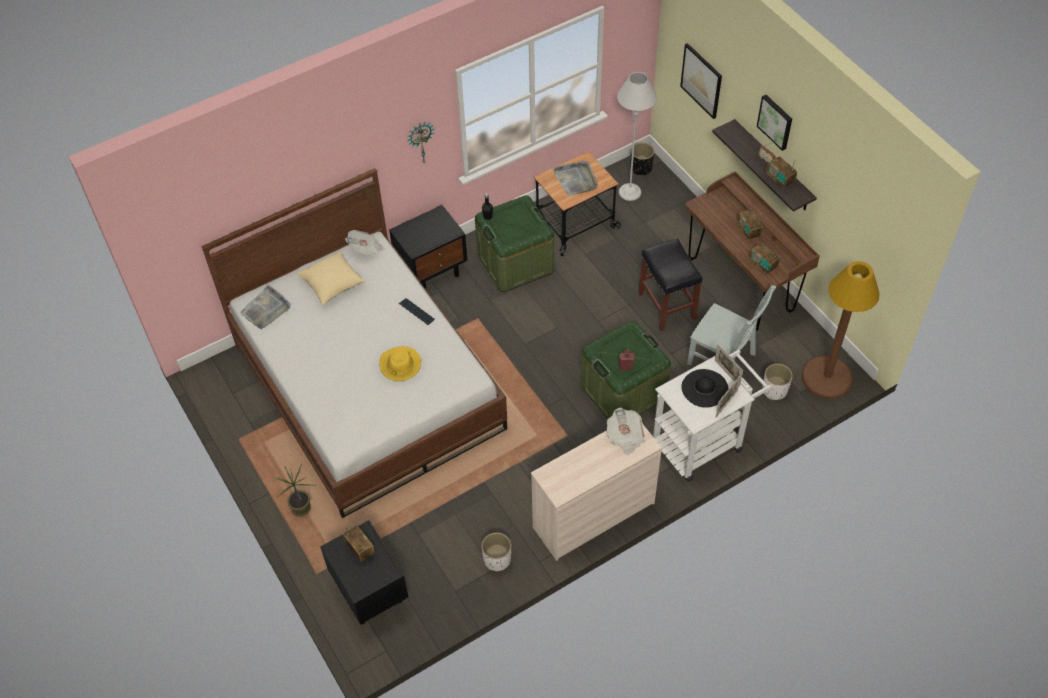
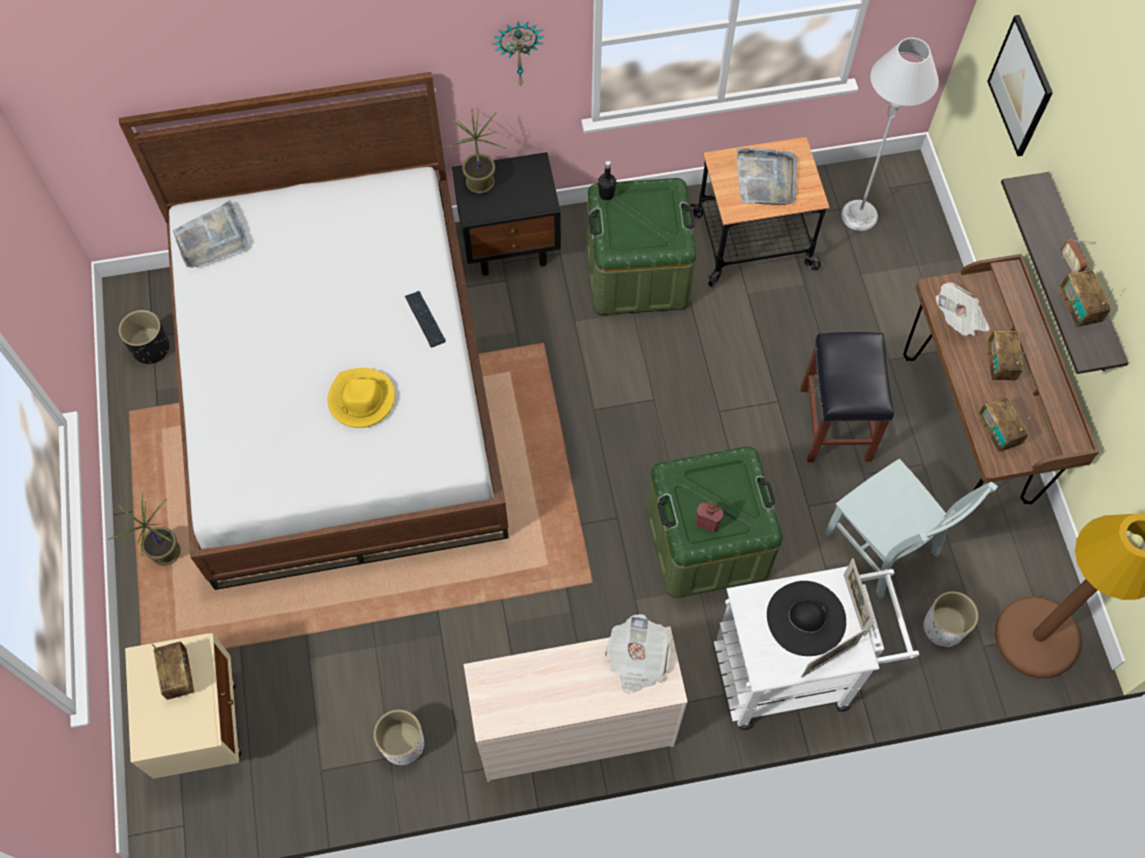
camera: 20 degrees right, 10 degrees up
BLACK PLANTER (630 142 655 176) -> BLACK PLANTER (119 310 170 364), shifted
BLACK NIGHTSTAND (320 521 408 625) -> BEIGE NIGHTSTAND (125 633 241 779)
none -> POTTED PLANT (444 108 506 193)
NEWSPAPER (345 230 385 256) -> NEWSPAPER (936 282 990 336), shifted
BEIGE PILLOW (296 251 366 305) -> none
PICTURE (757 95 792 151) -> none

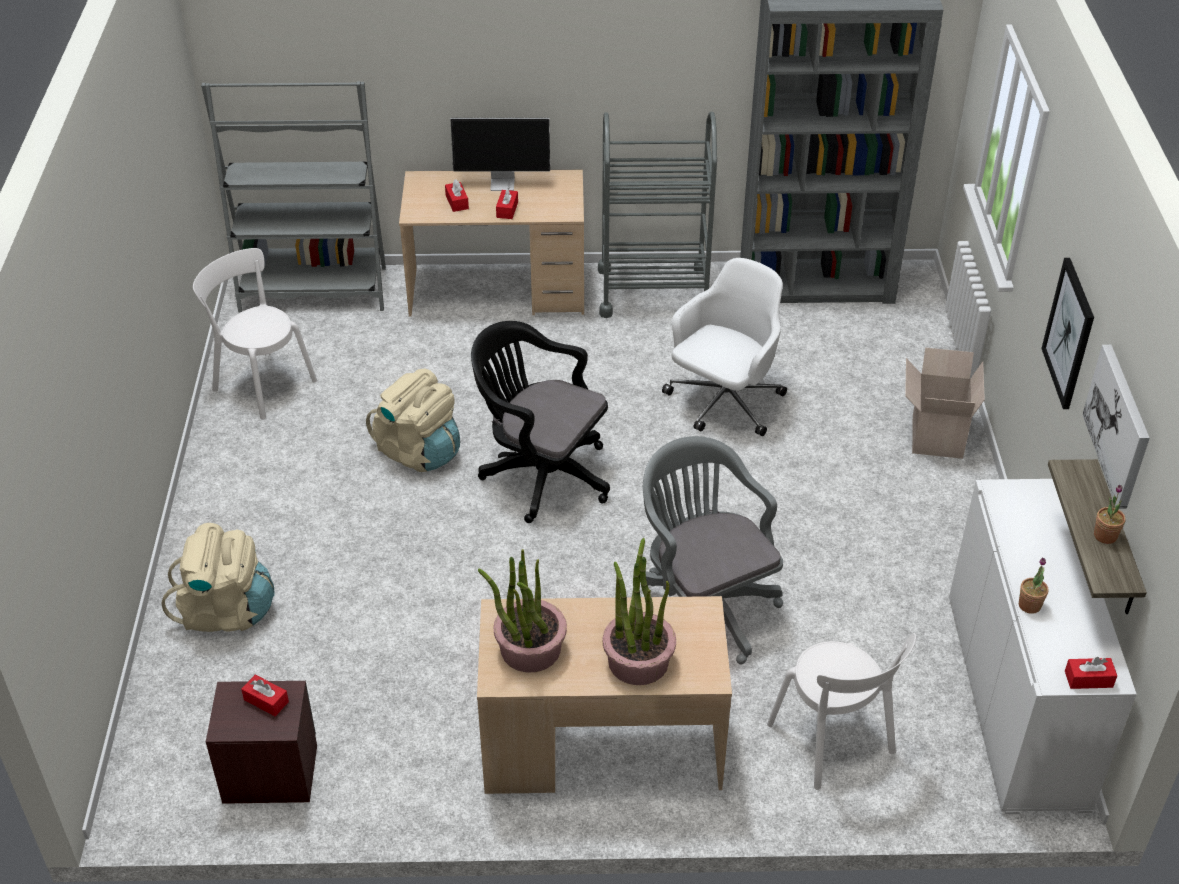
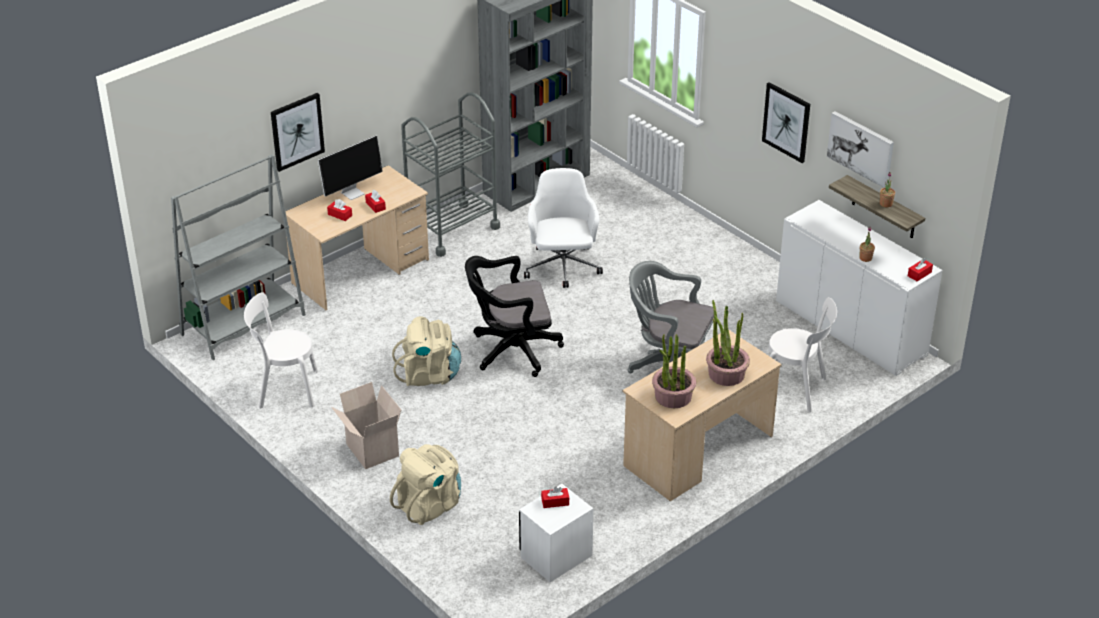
camera: 40 degrees left, 5 degrees down
none -> PICTURE (271 93 325 172)
CARDBOARD BOX (905 348 985 459) -> CARDBOARD BOX (331 382 401 469), shifted
BROWN NIGHTSTAND (206 681 317 804) -> WHITE NIGHTSTAND (519 484 593 582)

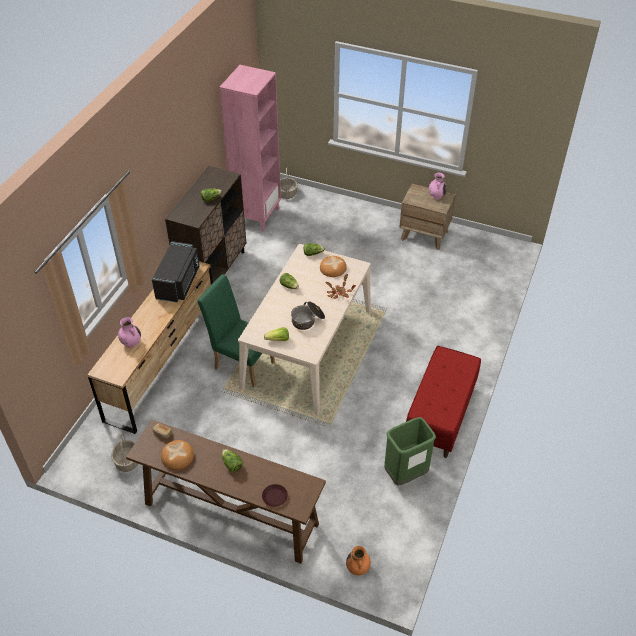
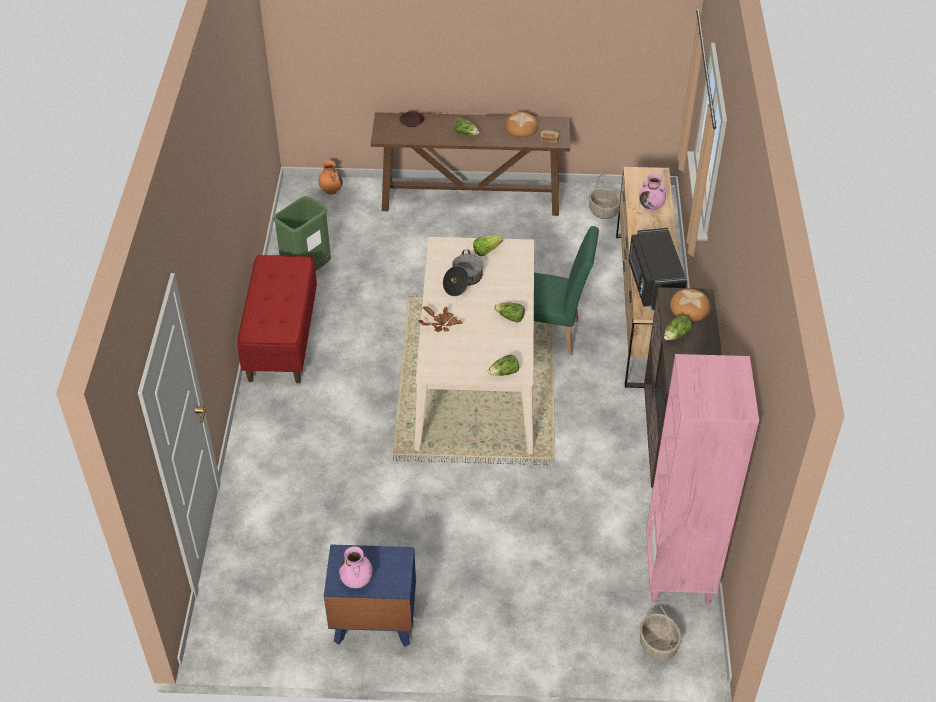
camera: 160 degrees right, 0 degrees up
BROWN NIGHTSTAND (399 184 456 250) -> BLUE NIGHTSTAND (324 544 416 647)
BREAD (320 256 347 277) -> BREAD (670 289 711 322), shifted

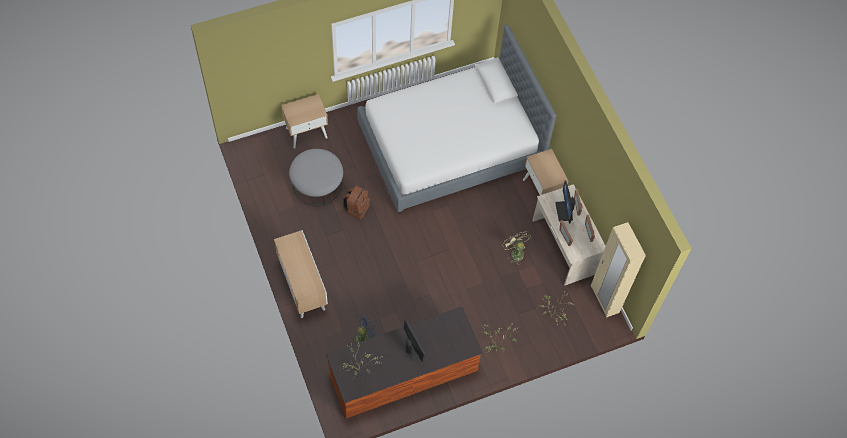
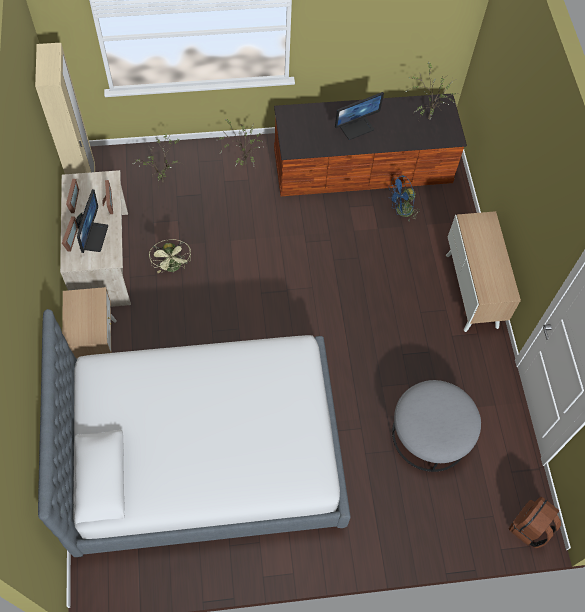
camera: 165 degrees left, 0 degrees up
MONITOR (403 320 426 362) -> MONITOR (335 92 384 140), 105 degrees counterclockwise
BROWN BACKPACK (343 186 370 219) -> BROWN BACKPACK (509 497 561 548), shifted
BEIGE NIGHTSTAND (281 94 328 149) -> none

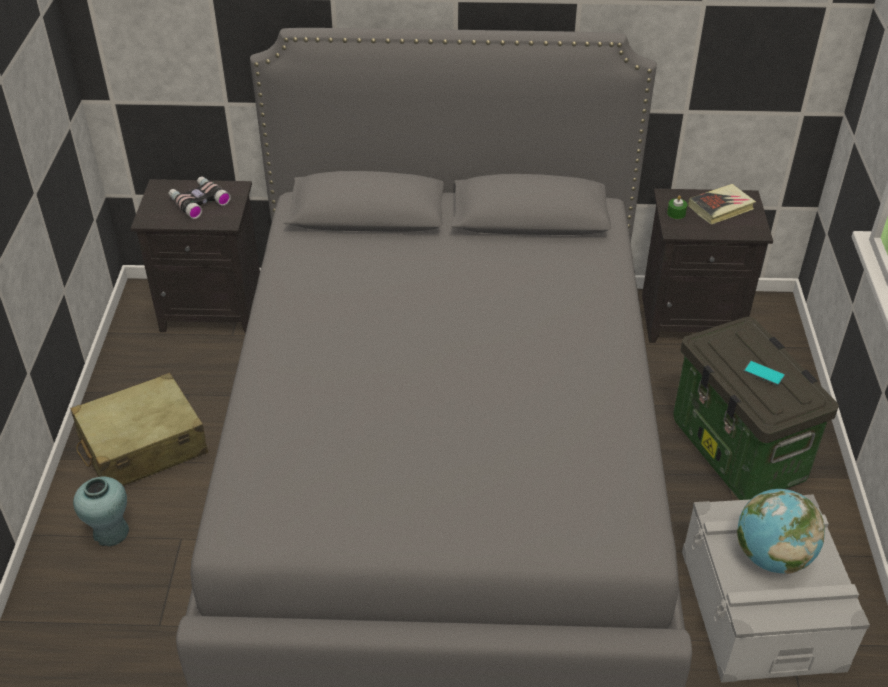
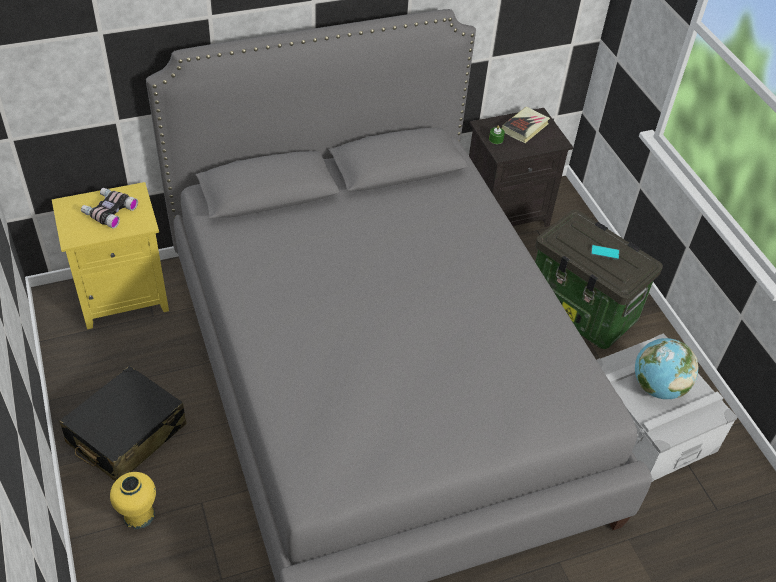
camera: 25 degrees left, 5 degrees up
BLACK NIGHTSTAND (130 179 260 333) -> YELLOW NIGHTSTAND (52 182 169 329)
BEIGE SUITCASE (70 373 208 486) -> BLACK SUITCASE (59 365 187 481)
TURQUOISE VASE (73 477 129 547) -> YELLOW VASE (110 472 156 529)

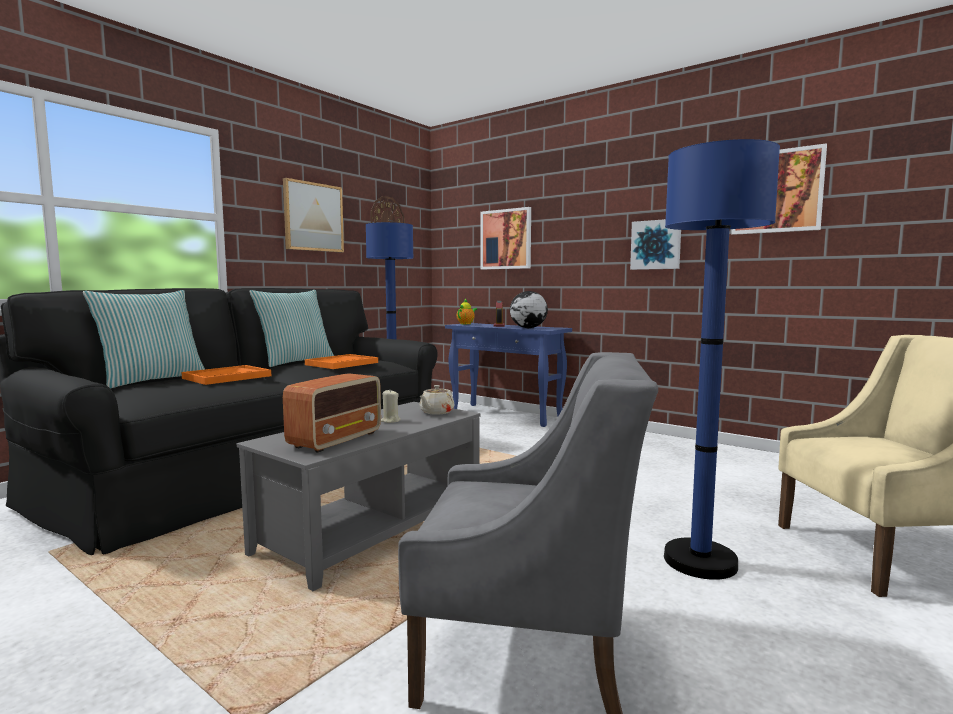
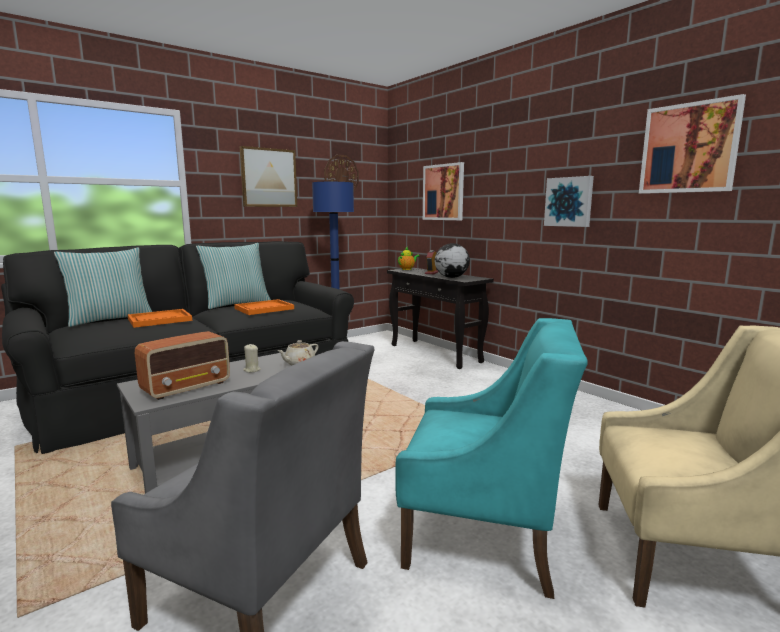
camera: 15 degrees right, 5 degrees up
BLUE CONSOLE TABLE (445 323 572 427) -> BLACK CONSOLE TABLE (387 268 494 369)
BLUE FLOOR LAMP (664 139 780 580) -> TURQUOISE ARMCHAIR (395 318 588 599)

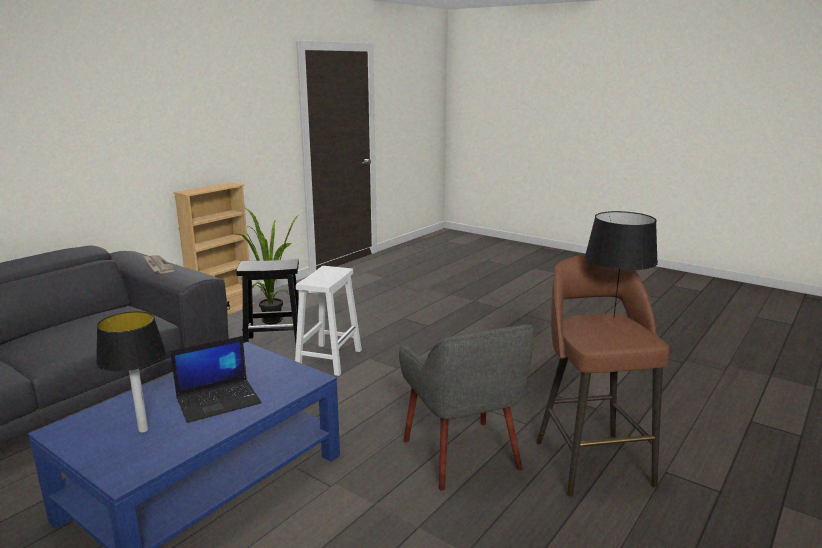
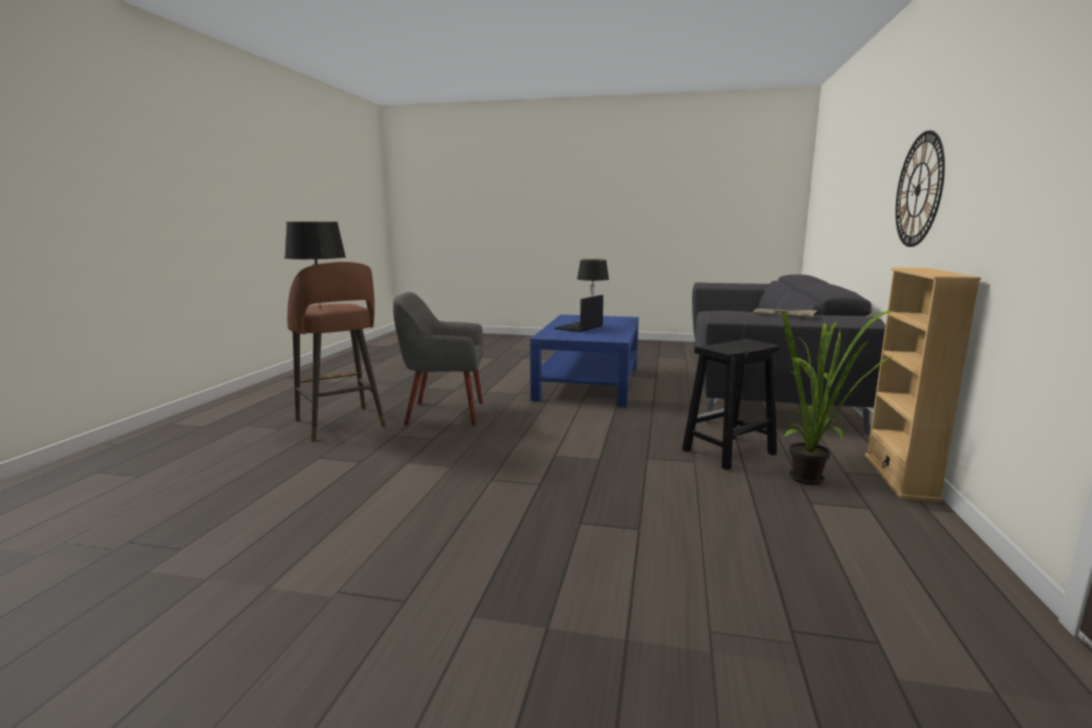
camera: 155 degrees right, 5 degrees down
GREY ARMCHAIR (399 324 534 490) -> GREY ARMCHAIR (393 292 483 426), 45 degrees counterclockwise
none -> WALL CLOCK (895 131 945 247)
WHITE STOOL (295 266 362 376) -> none

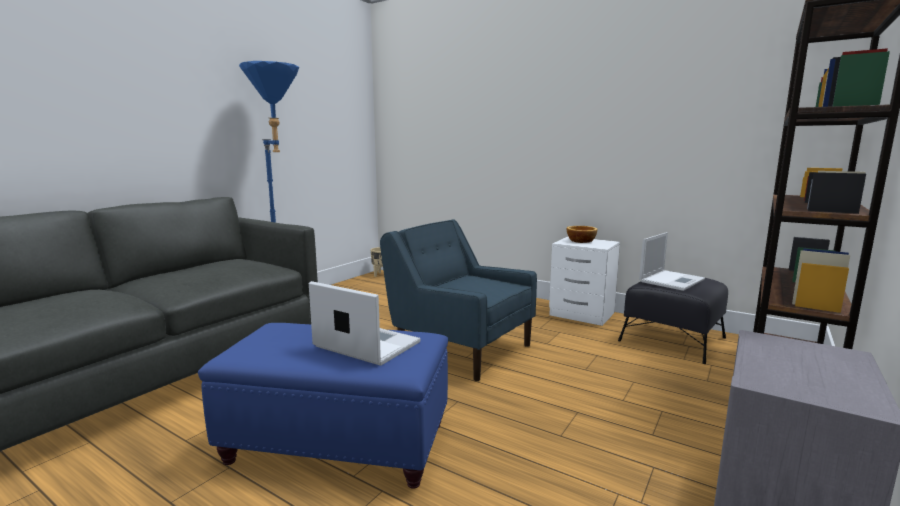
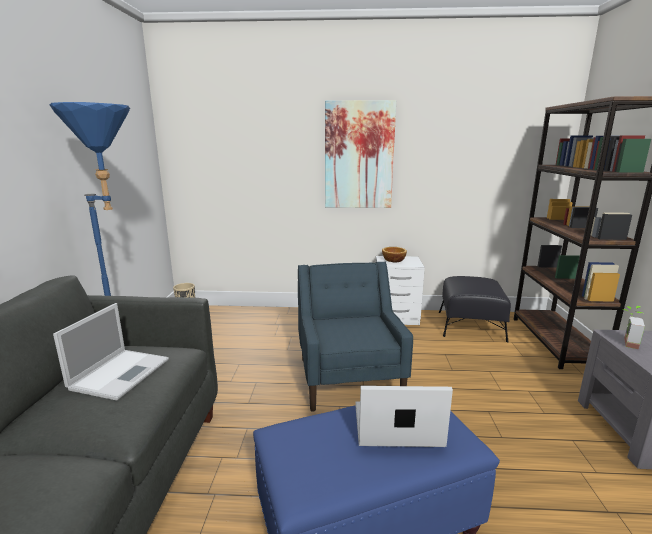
camera: 30 degrees left, 5 degrees up
LAPTOP (639 232 705 291) -> LAPTOP (53 303 169 401), shifted
BLUE ARMCHAIR (380 219 537 381) -> BLUE ARMCHAIR (298 262 413 412), 75 degrees clockwise
none -> PICTURE (325 100 396 208)
none -> POTTED PLANT (622 306 645 349)

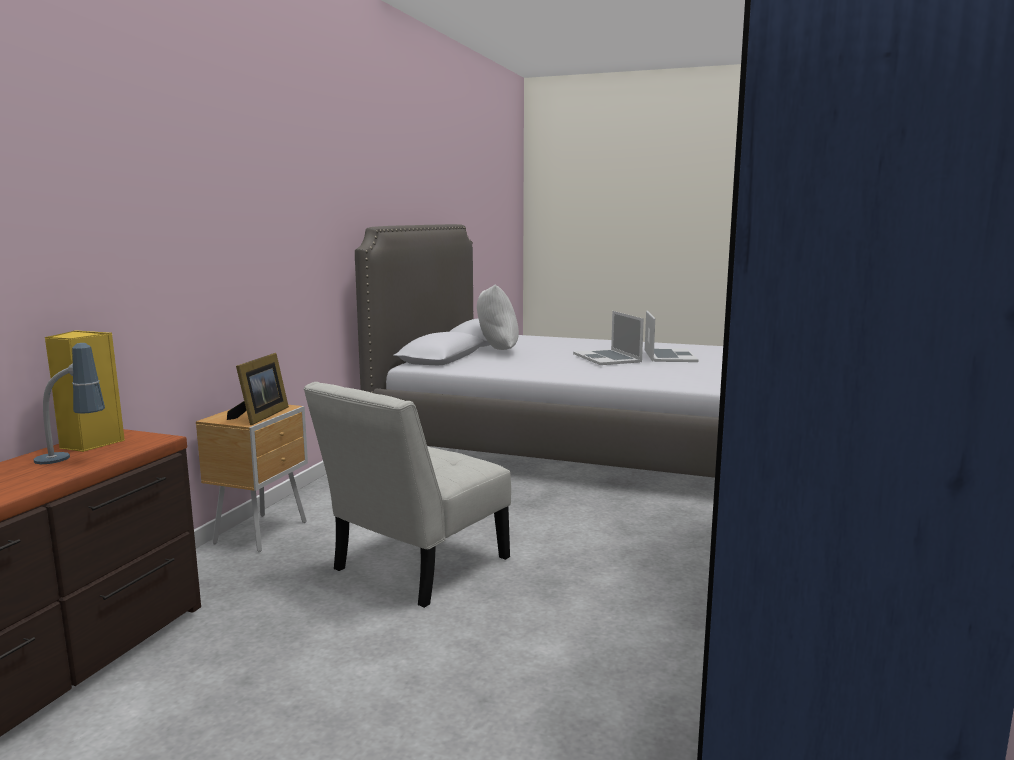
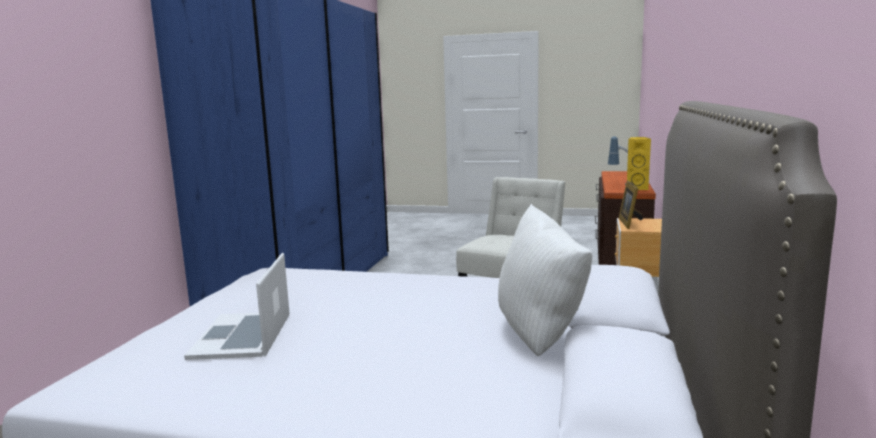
camera: 175 degrees right, 0 degrees up
LAPTOP (573 311 644 365) -> none

